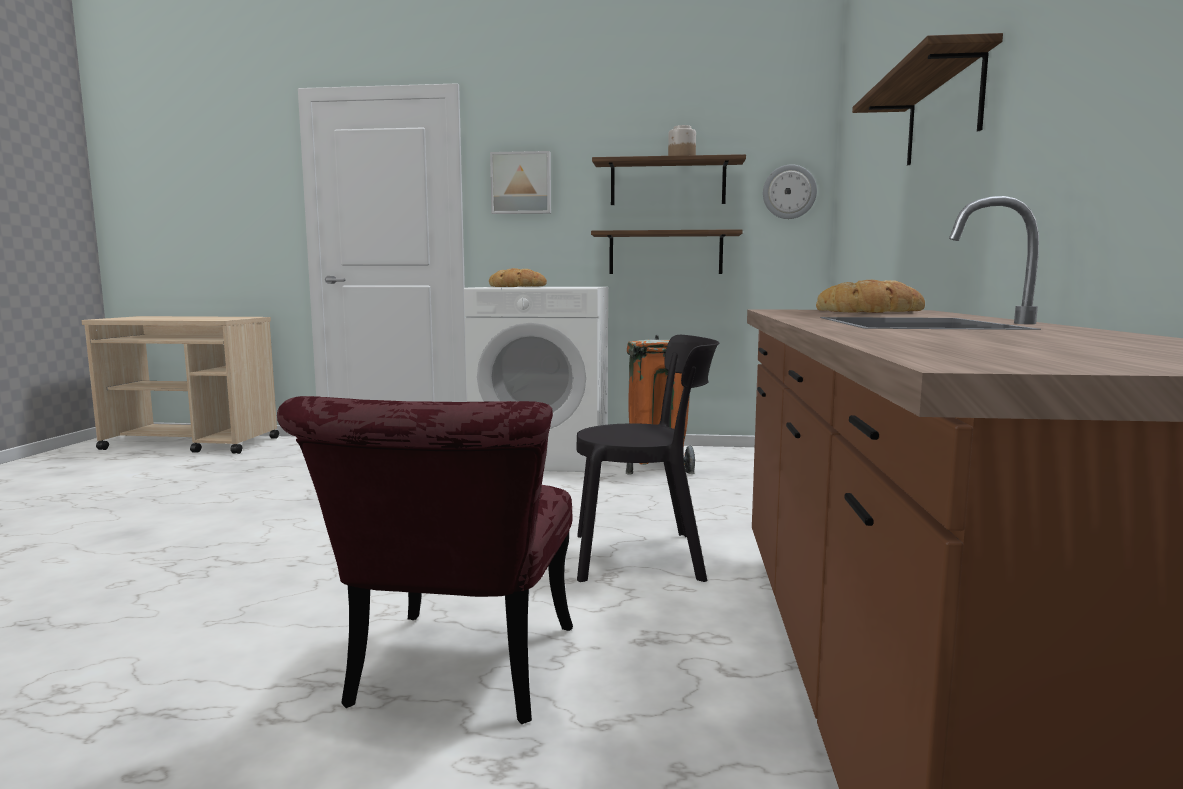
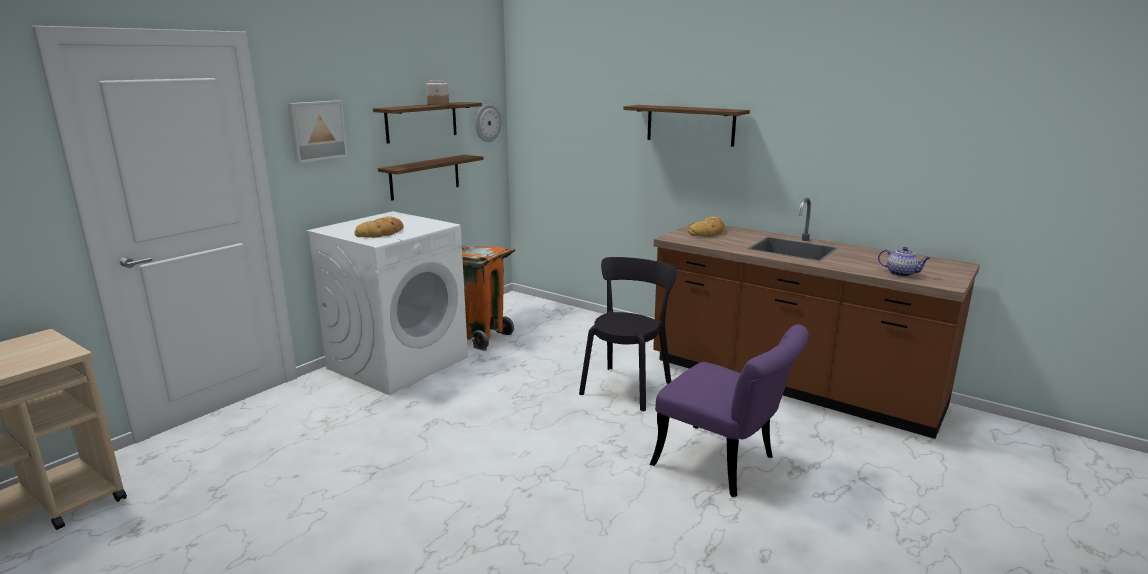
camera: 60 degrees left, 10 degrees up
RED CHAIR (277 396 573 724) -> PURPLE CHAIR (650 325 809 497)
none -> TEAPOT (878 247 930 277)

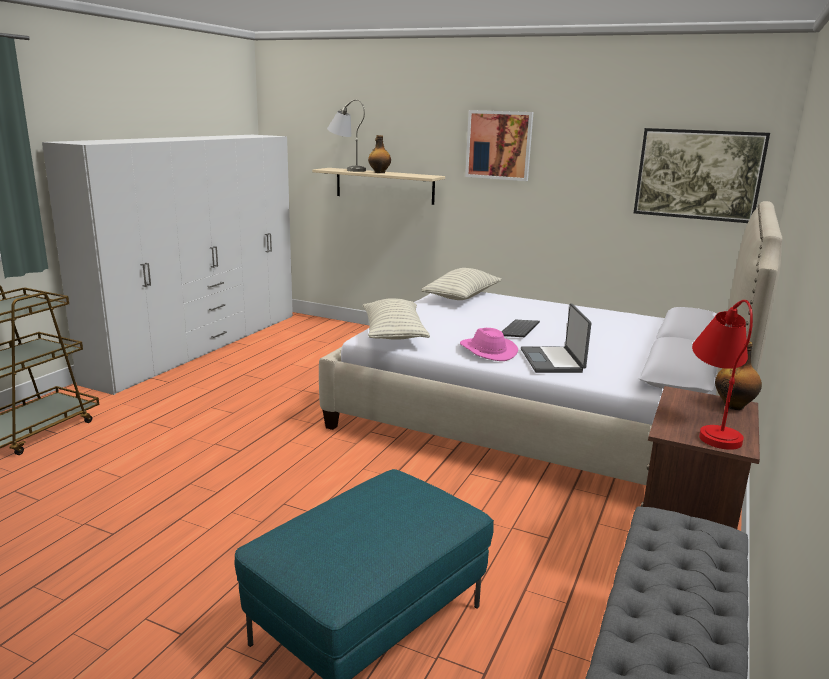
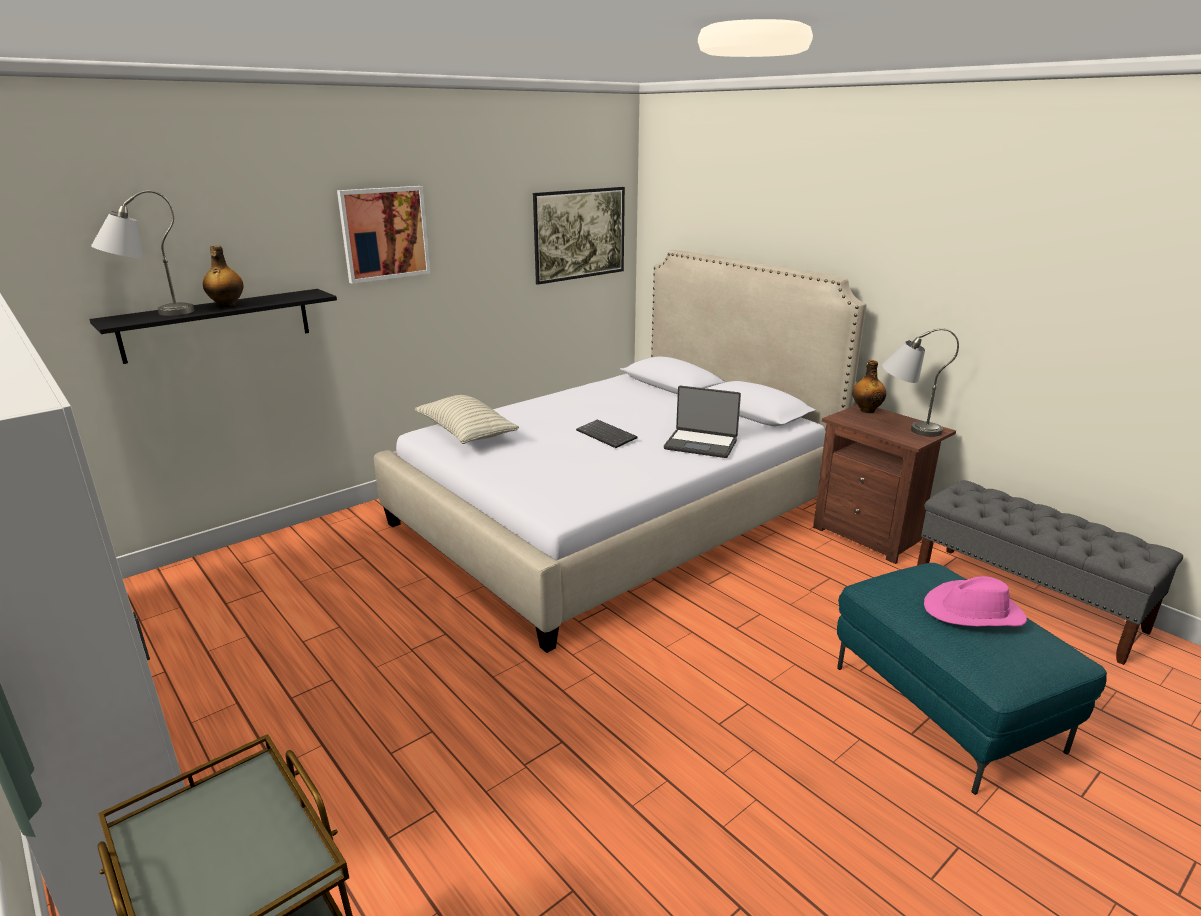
camera: 65 degrees left, 5 degrees up
BEIGE SHELF (312 168 445 205) -> BLACK SHELF (89 289 337 364)
RED TABLE LAMP (692 300 753 450) -> GREY TABLE LAMP (882 328 959 437)
PINK HAT (460 328 518 361) -> PINK HAT (924 576 1027 627), shifted
PILLOW (363 298 430 340) -> none

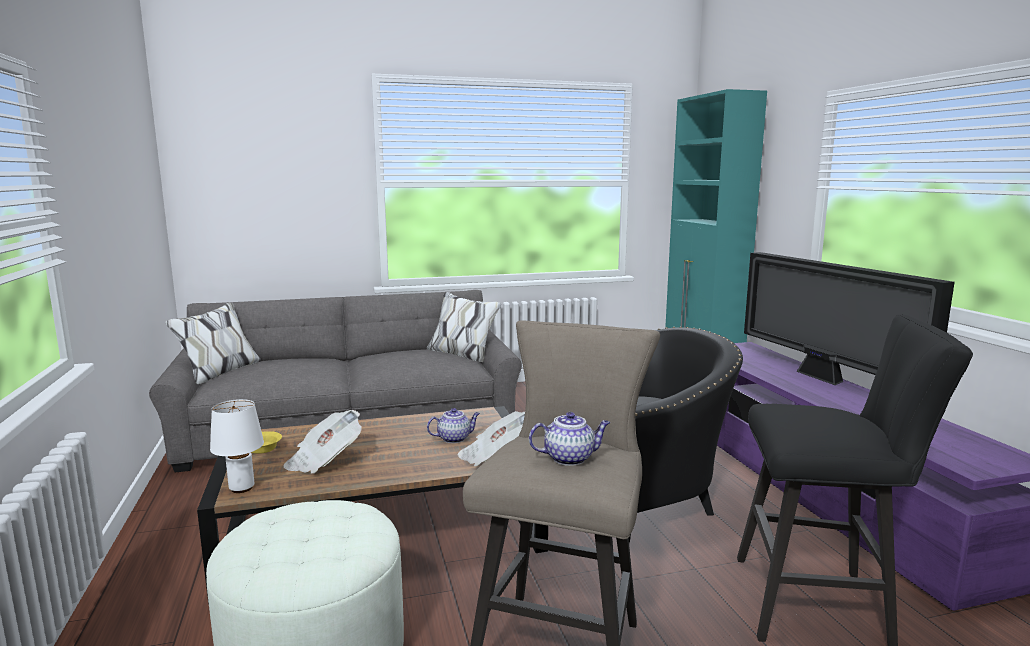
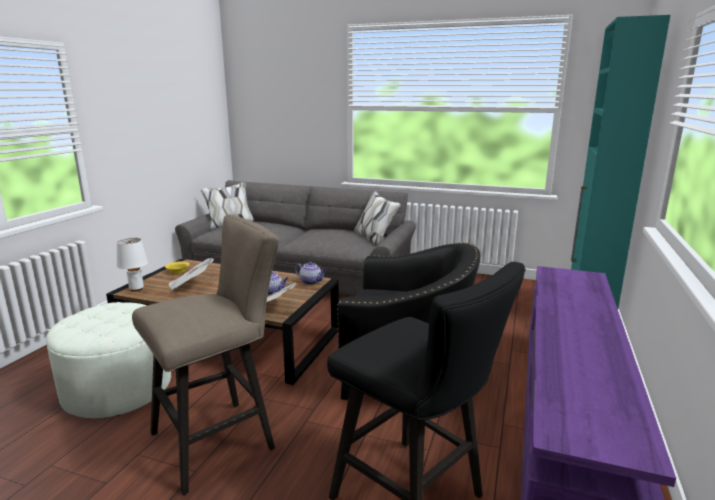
camera: 35 degrees right, 5 degrees up
TEAPOT (529 412 610 466) -> TEAPOT (295 262 327 285), shifted
TELEVISION (744 252 955 385) -> none

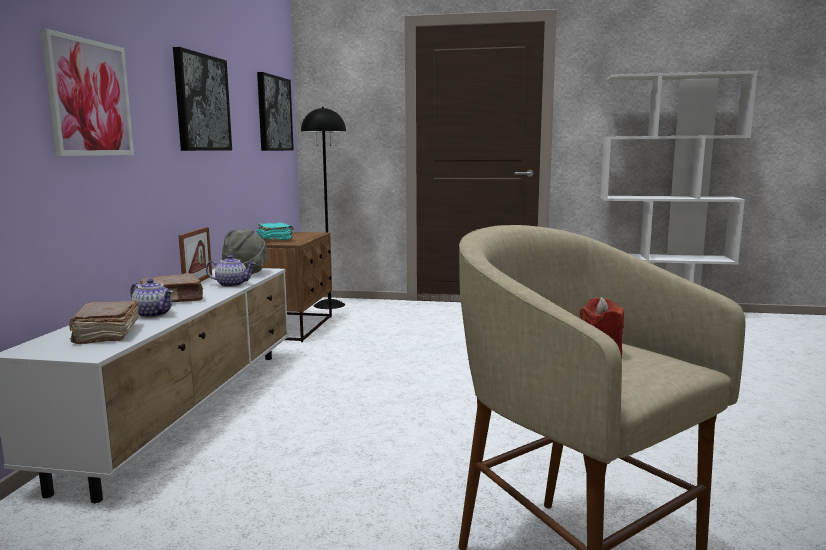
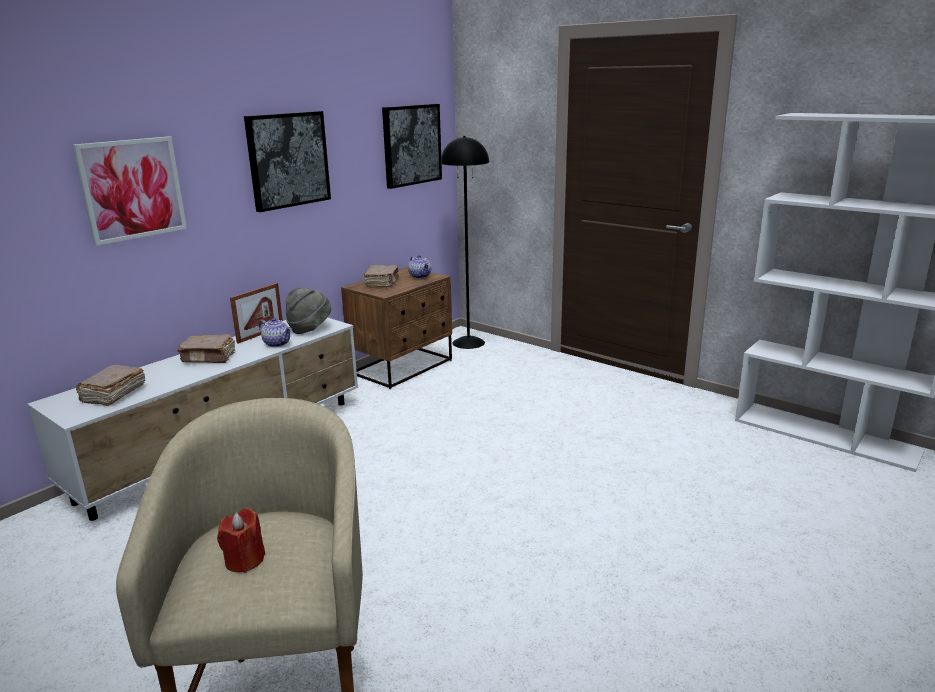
camera: 30 degrees right, 10 degrees up
TURQUOISE BOOK (257 222 294 240) -> BROWN BOOK (363 265 399 287)
TEAPOT (130 279 173 318) -> TEAPOT (408 255 431 279), shifted

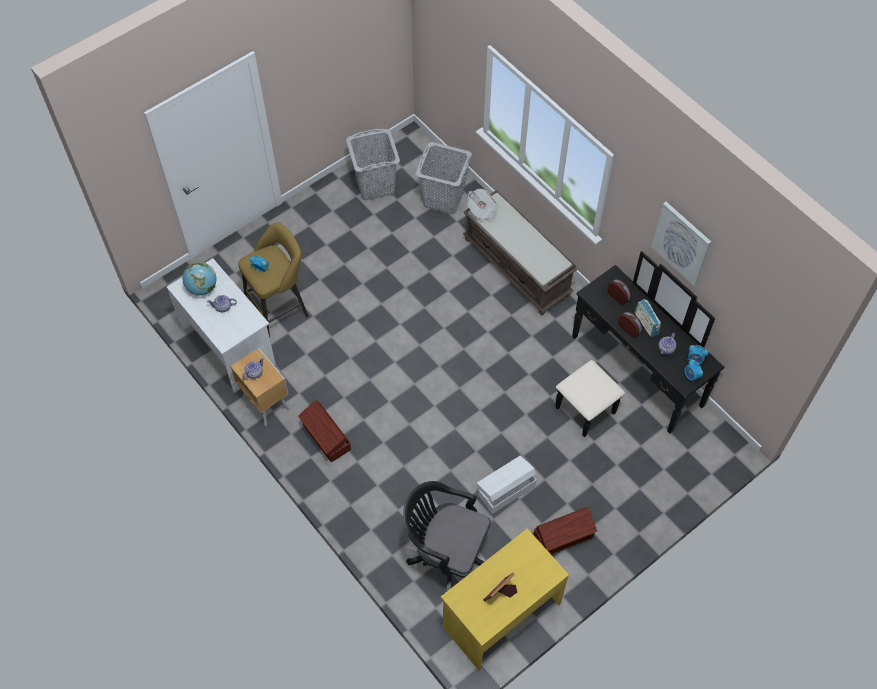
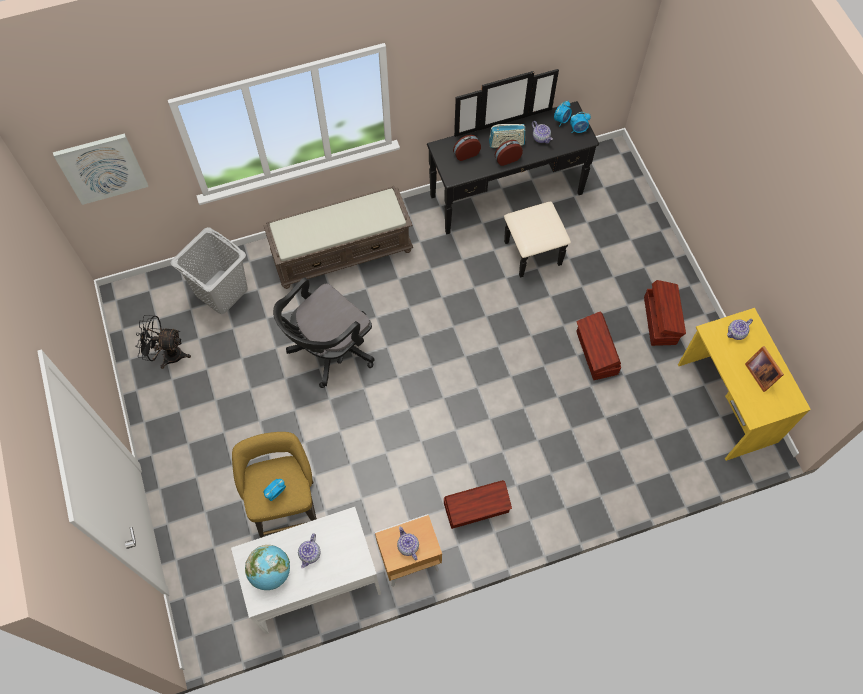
camera: 70 degrees left, 5 degrees up
PICTURE (652 202 711 286) -> PICTURE (53 133 148 205), shifted
GREY LAUNDRY BASKET (346 129 400 200) -> BLACK FAN (135 315 191 369)
BLACK OFFICE CHAIR (403 481 491 595) -> BLACK OFFICE CHAIR (273 277 375 388), shifted
WHITE STORAGE BOX (477 456 536 514) -> BROWN STORAGE BOX (576 311 621 380)
none -> TEAPOT (727 319 753 340)
NEWSPAPER (467 189 499 222) -> none

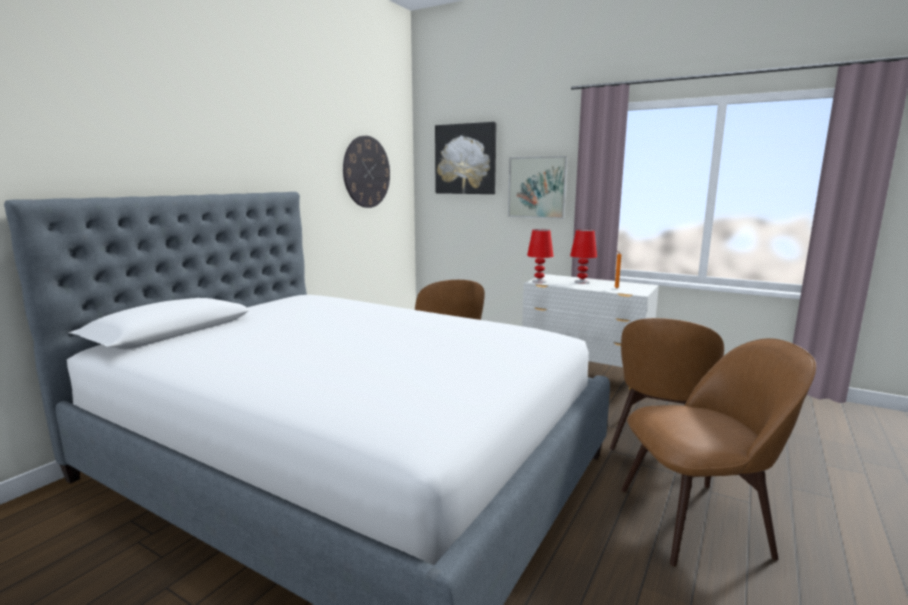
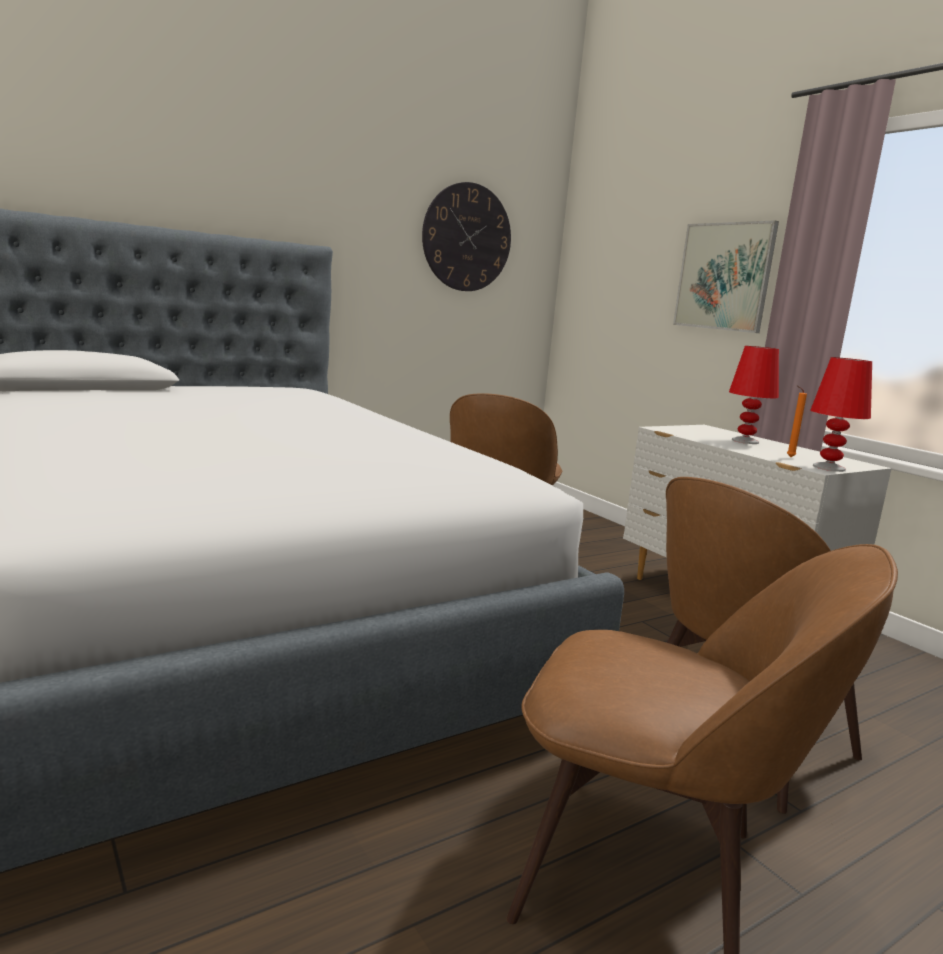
camera: 25 degrees right, 0 degrees up
RED TABLE LAMP (527 229 553 283) -> RED TABLE LAMP (810 357 872 472), shifted
PICTURE (435 122 497 194) -> none

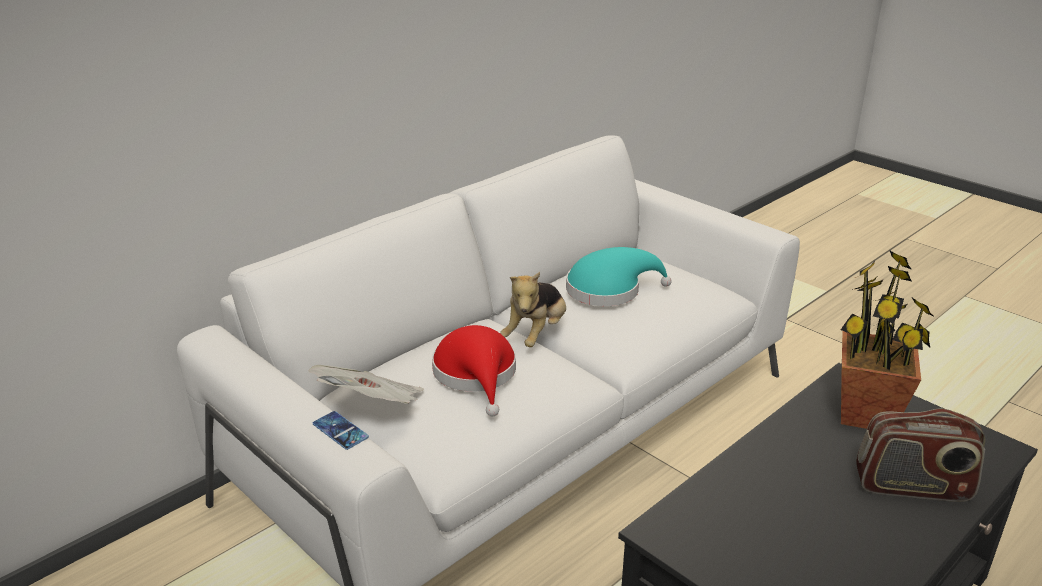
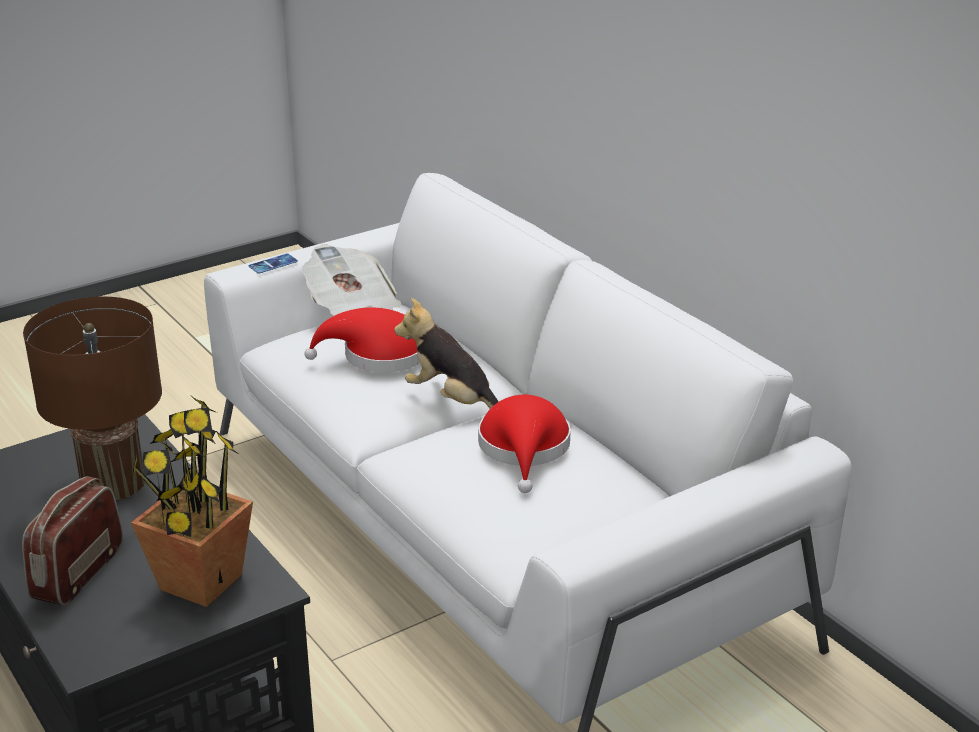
camera: 100 degrees right, 0 degrees up
none -> BROWN TABLE LAMP (23 297 162 501)
TURQUOISE HAT (566 247 672 306) -> RED HAT (478 395 571 493)

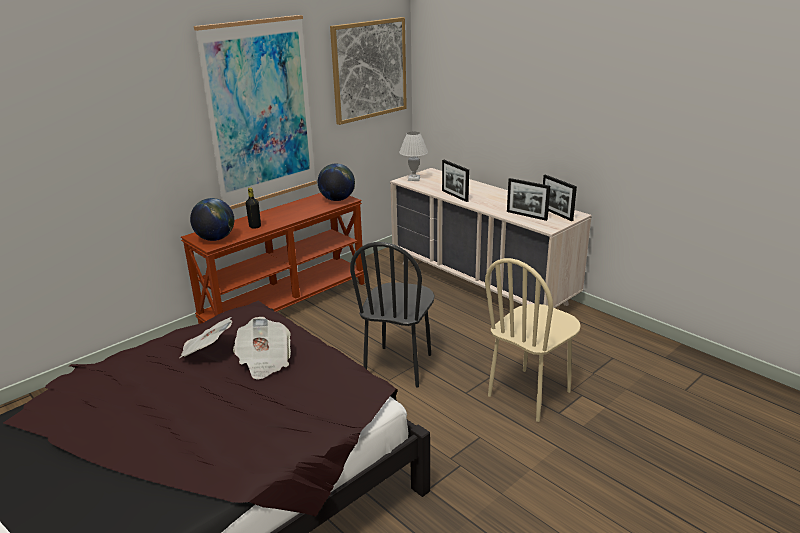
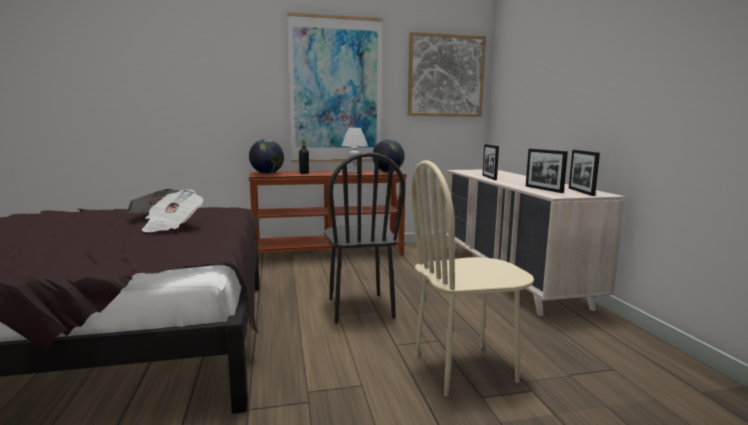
camera: 30 degrees right, 15 degrees down
BLACK CHAIR (350 242 435 387) -> BLACK CHAIR (324 152 405 324), 60 degrees counterclockwise
WHITE TABLE LAMP (399 132 428 181) -> WHITE TABLE LAMP (341 128 368 173), shifted

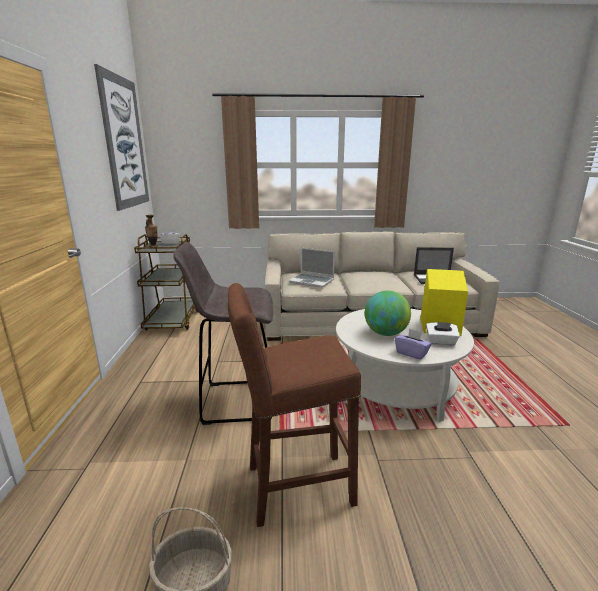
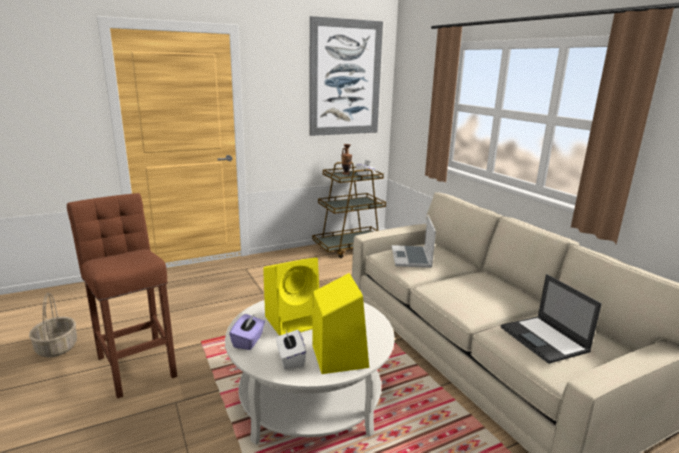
camera: 65 degrees right, 0 degrees up
GLOBE (365 291 411 336) -> YELLOW SPEAKER (263 257 319 336)
GREY STOOL (173 242 273 425) -> none

